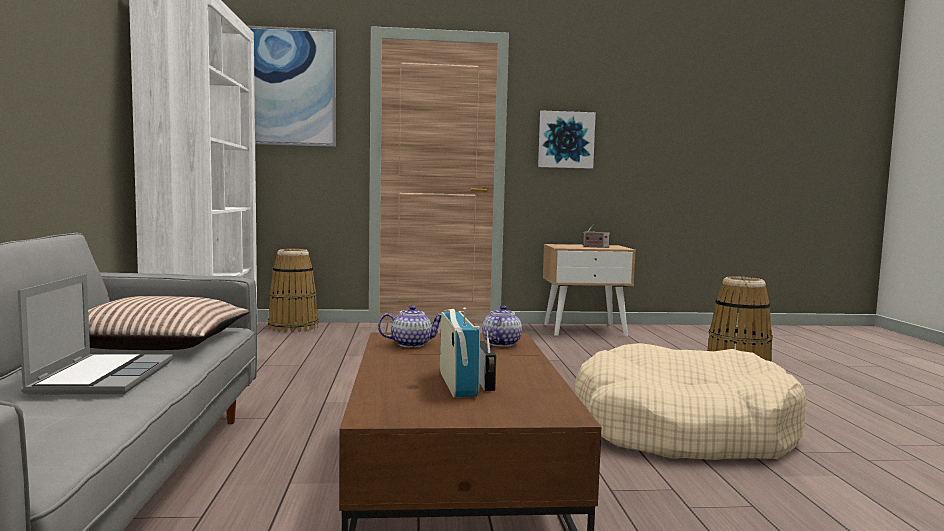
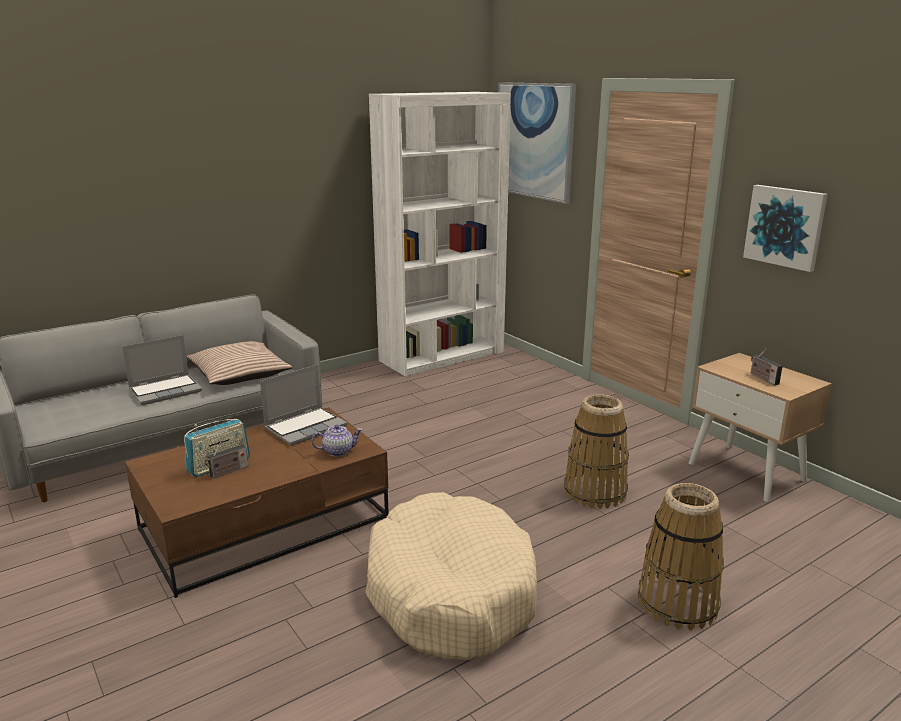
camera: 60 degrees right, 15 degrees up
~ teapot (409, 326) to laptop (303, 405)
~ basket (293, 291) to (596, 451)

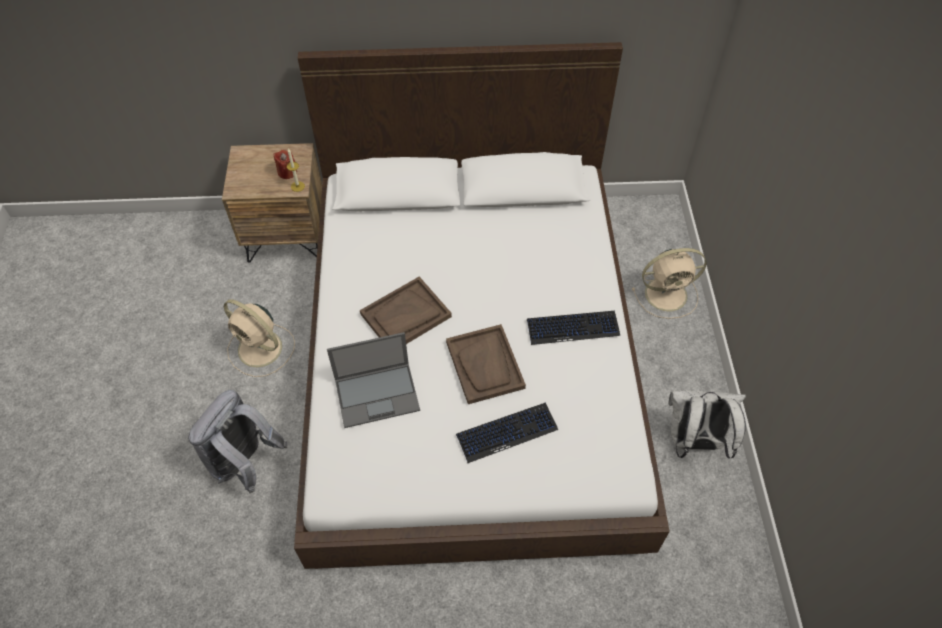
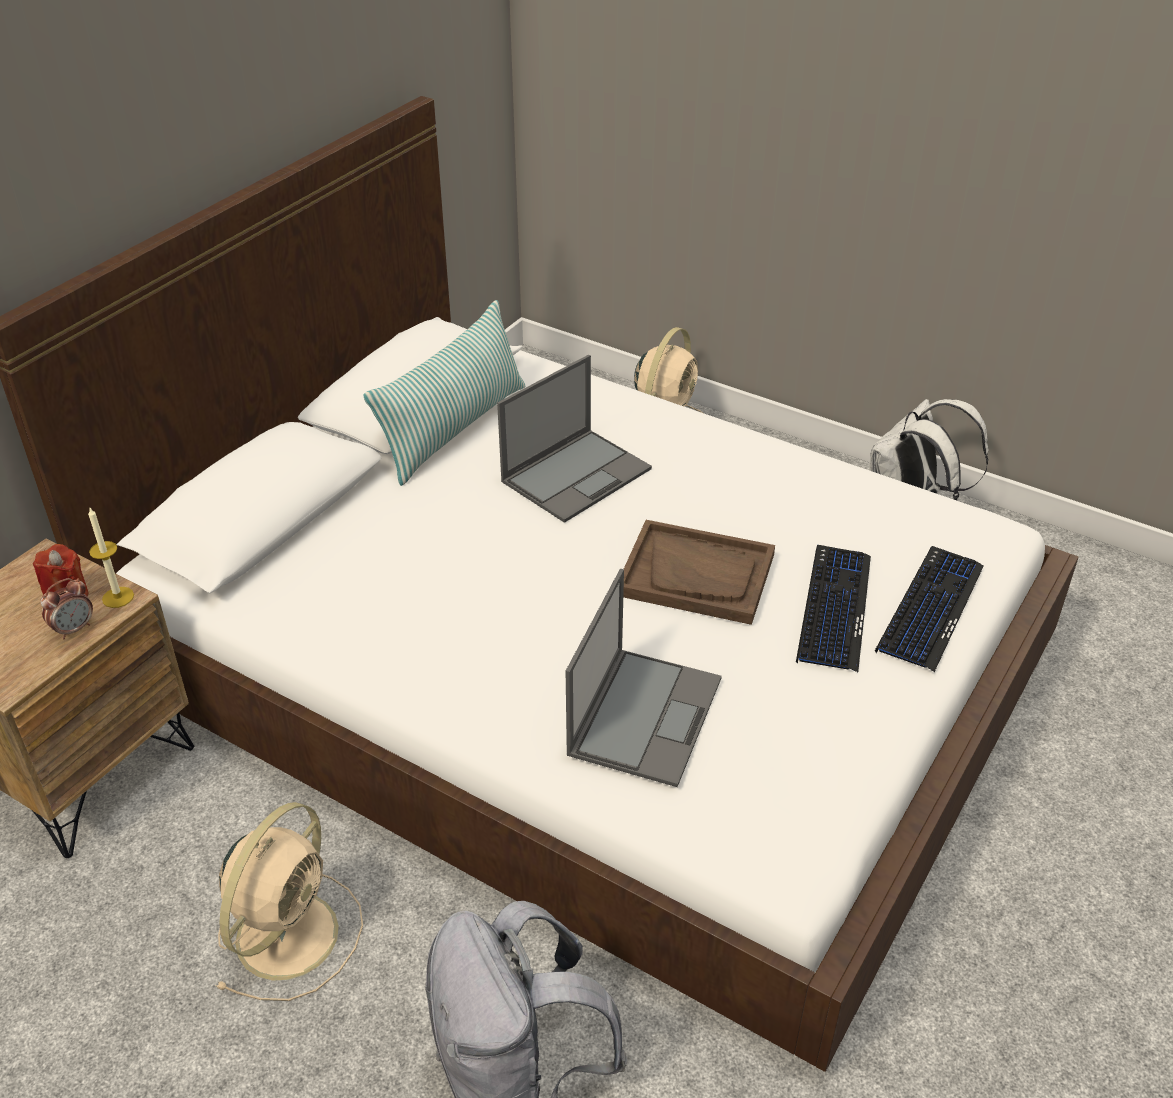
camera: 55 degrees left, 15 degrees down
+ alarm clock (66, 608)
~ beige fan (259, 338) = (289, 901) 45 degrees counterclockwise
+ pillow (444, 393)
+ laptop (574, 439)
~ keyboard (573, 328) to (929, 609)
- brown tray (406, 310)

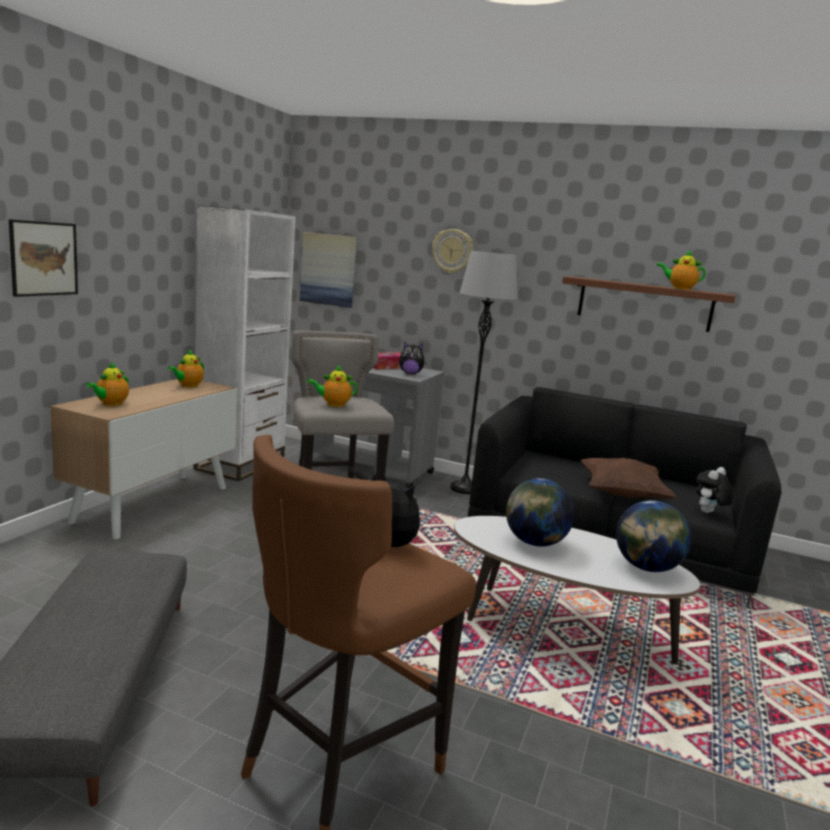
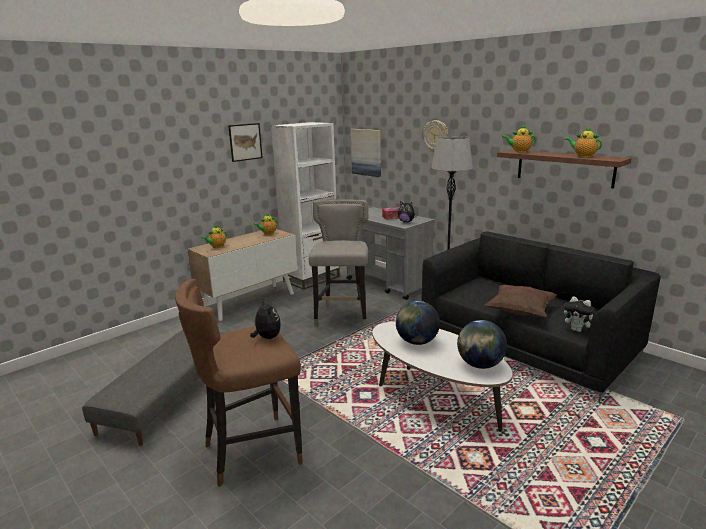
camera: 25 degrees right, 5 degrees up
~ picture (43, 258) to (245, 142)
~ teapot (332, 386) to (519, 138)
~ plush toy (714, 490) = (579, 314) 120 degrees counterclockwise

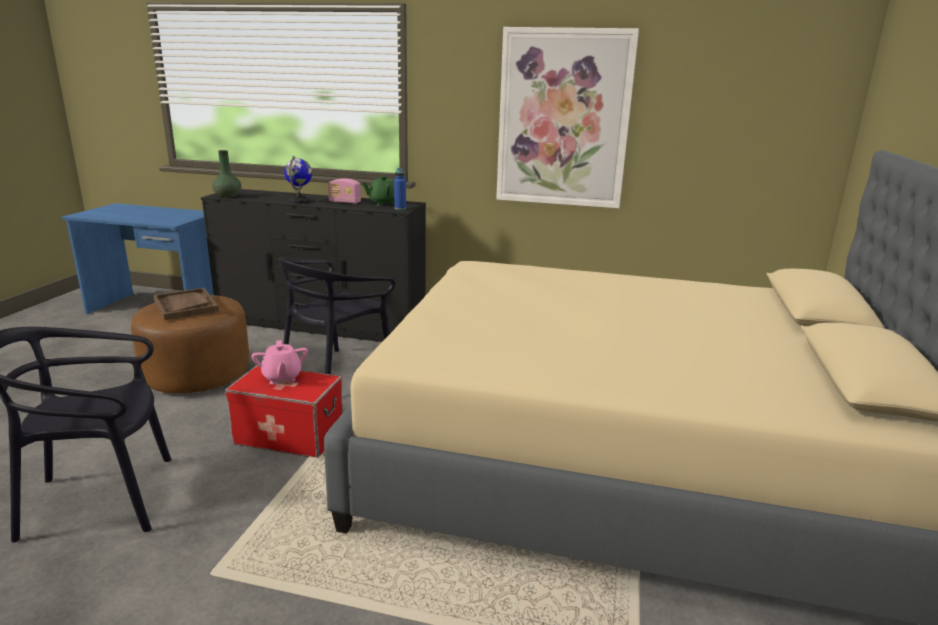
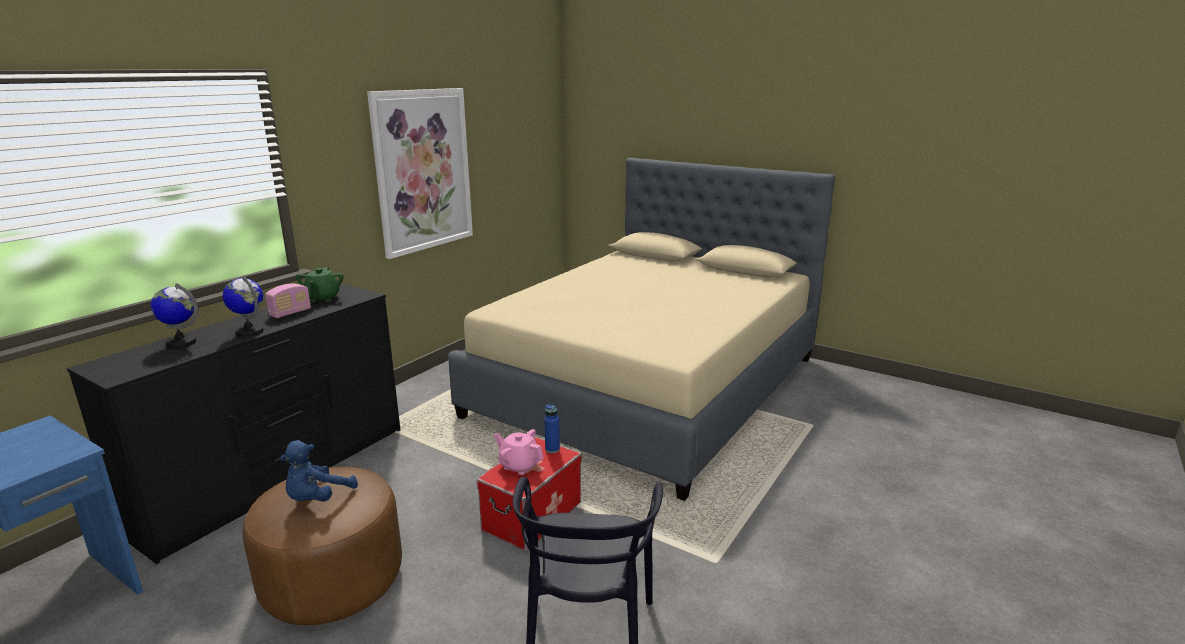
camera: 70 degrees left, 0 degrees up
+ globe (174, 316)
~ brown tray (186, 304) to blue plush toy (319, 471)
~ pink teapot (279, 362) = (519, 452) 150 degrees counterclockwise
~ blue bottle (400, 189) to (552, 429)
- green vase (227, 174)
- black chair (336, 316)

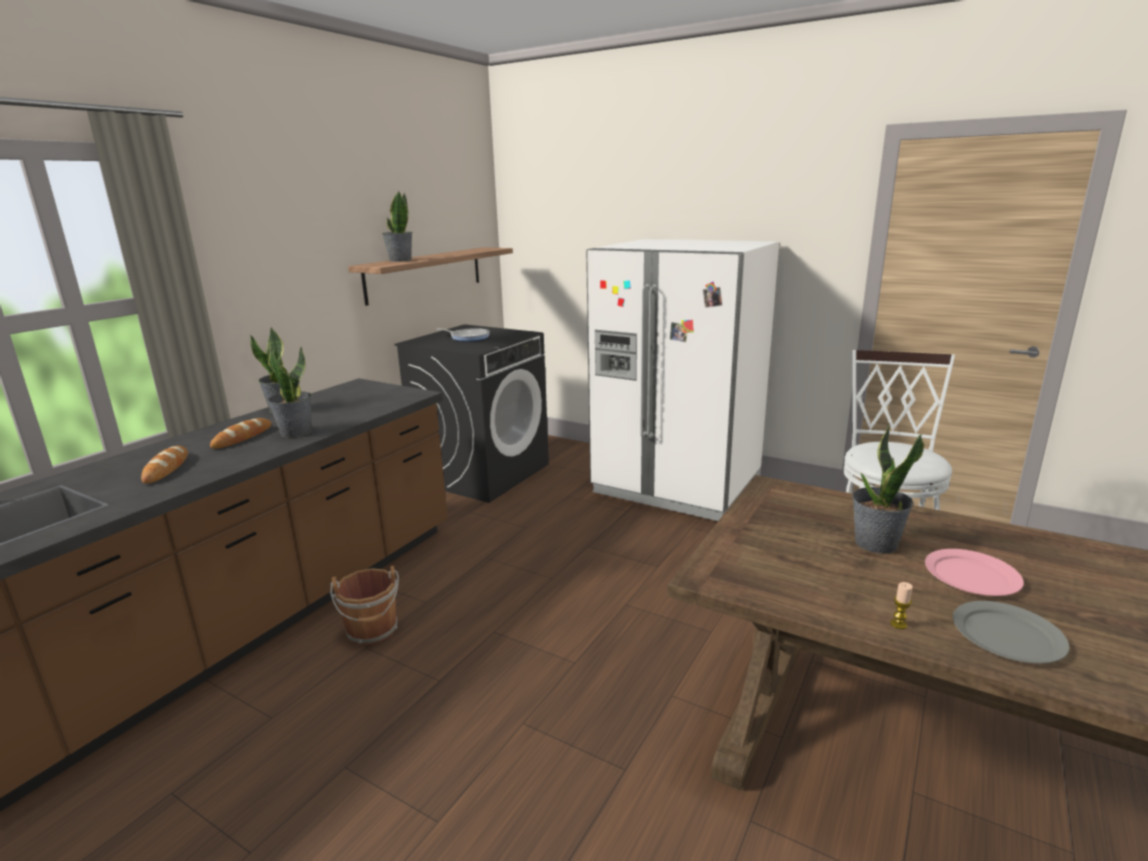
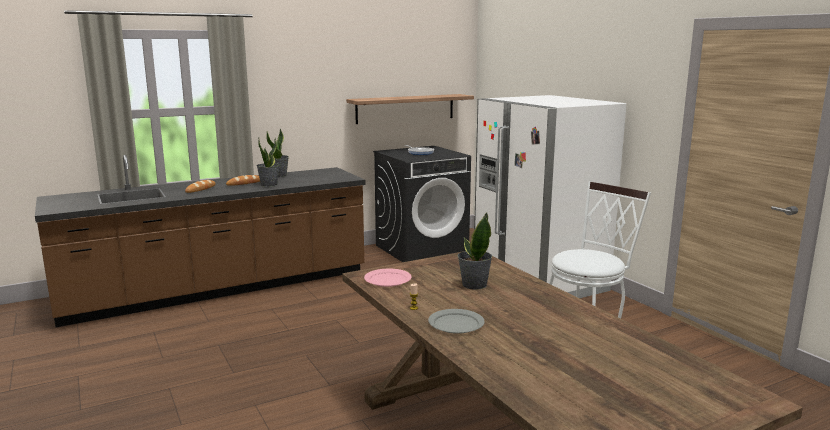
camera: 30 degrees right, 5 degrees down
~ pink plate (974, 572) to (388, 278)
- brown bucket (364, 605)
- potted plant (397, 226)

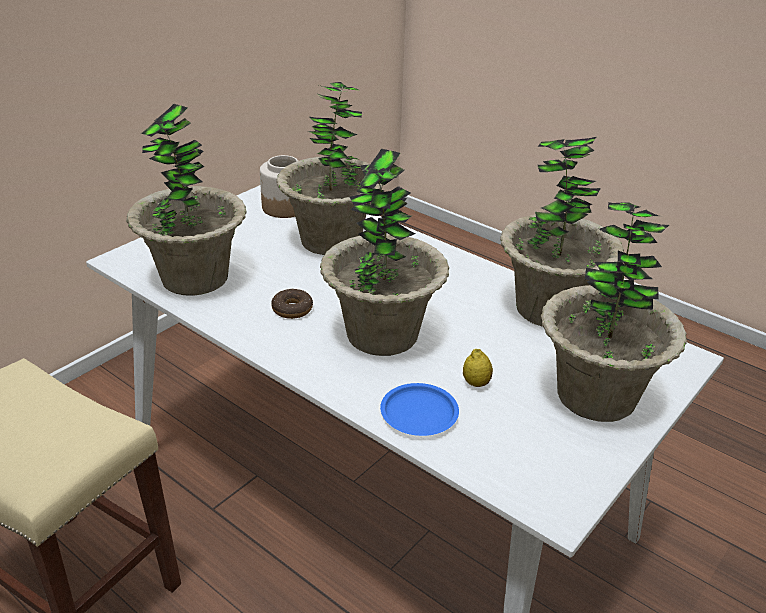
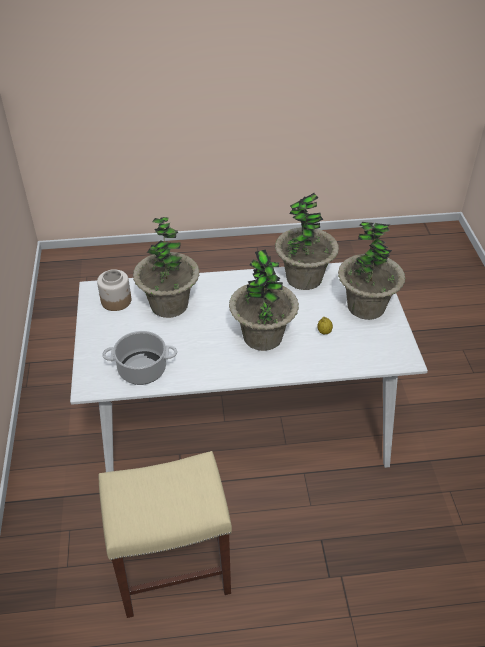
camera: 45 degrees left, 10 degrees up
~ potted plant (186, 200) to cooking pot (139, 358)
- donut (292, 303)
- blue plate (419, 409)

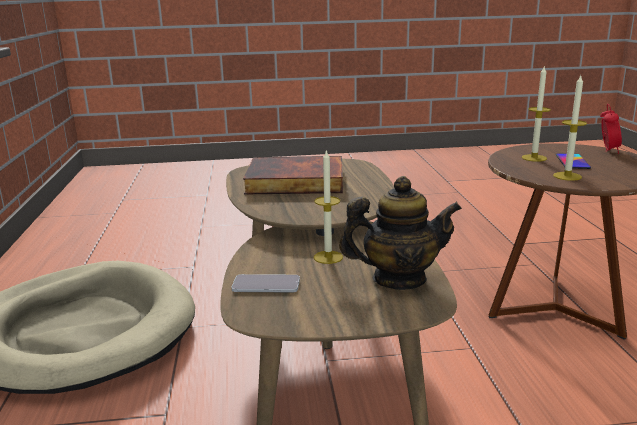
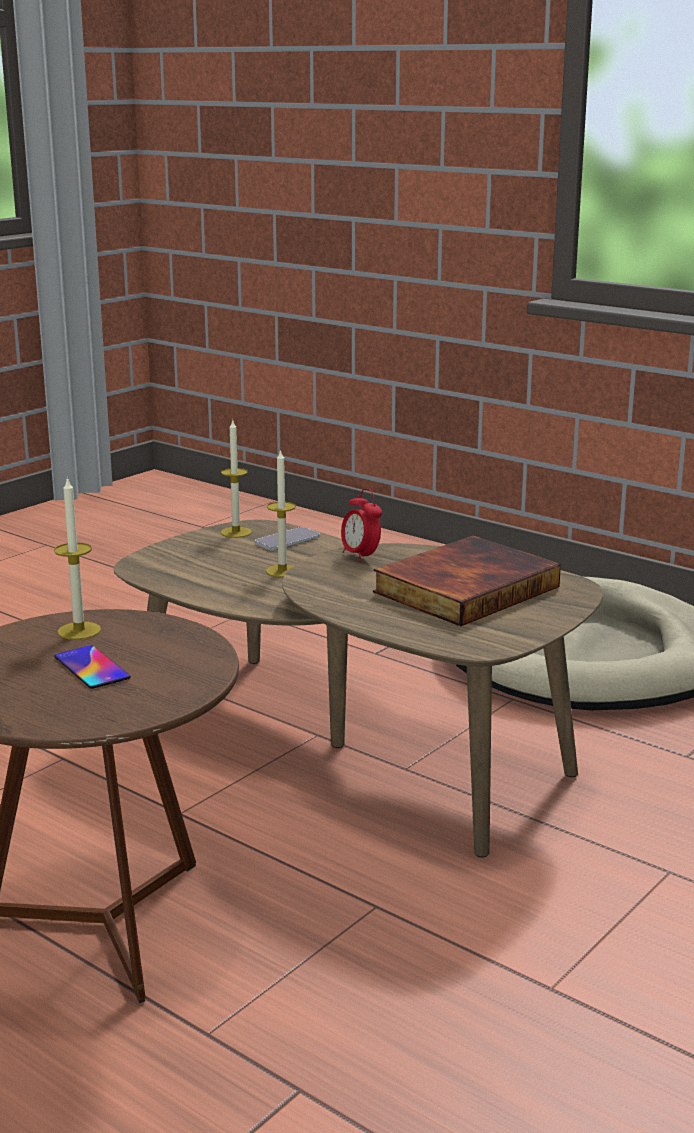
camera: 135 degrees right, 0 degrees up
~ candle (536, 114) to (236, 479)
~ alarm clock (611, 129) to (361, 525)
- teapot (400, 233)

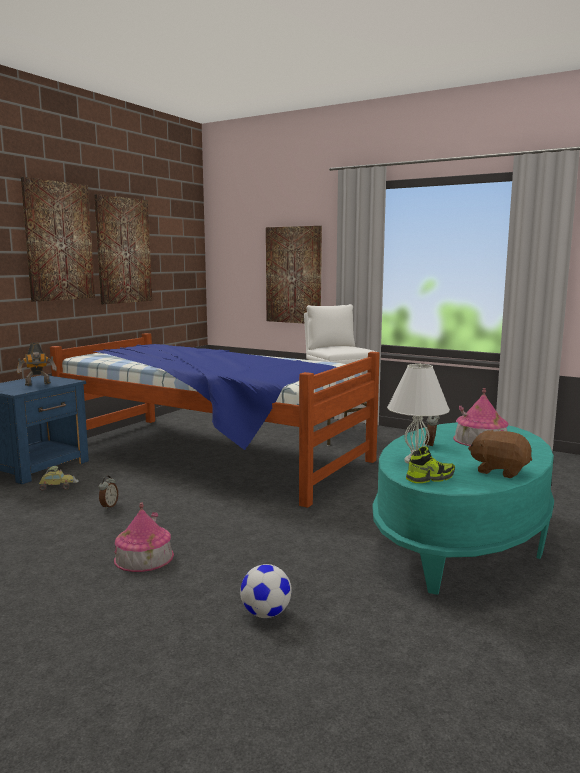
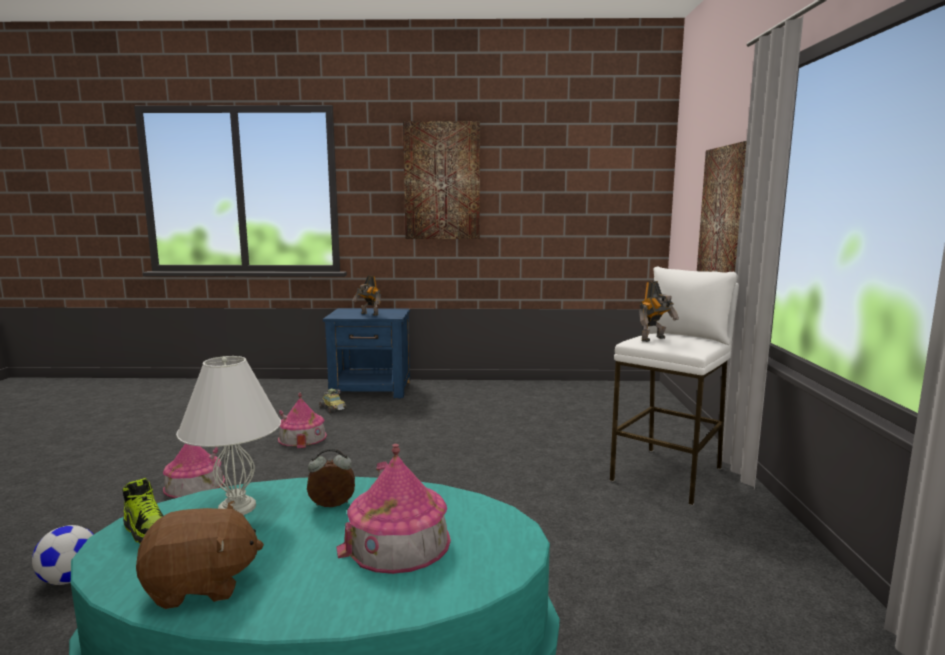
camera: 60 degrees right, 0 degrees up
~ brown plush toy (500, 454) = (200, 555) 75 degrees clockwise
~ alarm clock (108, 493) to toy house (302, 420)
+ toy robot (659, 311)
- bed (215, 420)
- picture (123, 249)

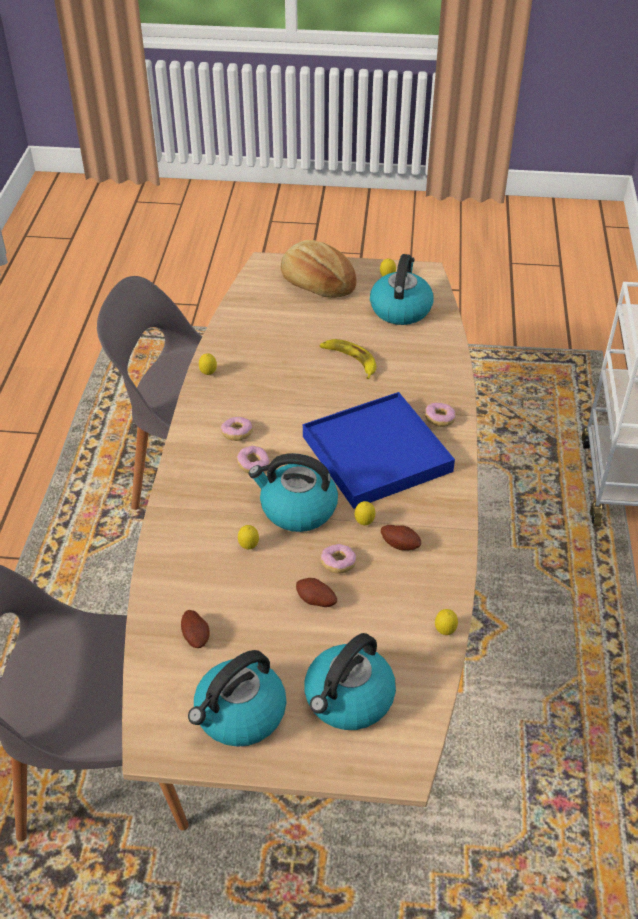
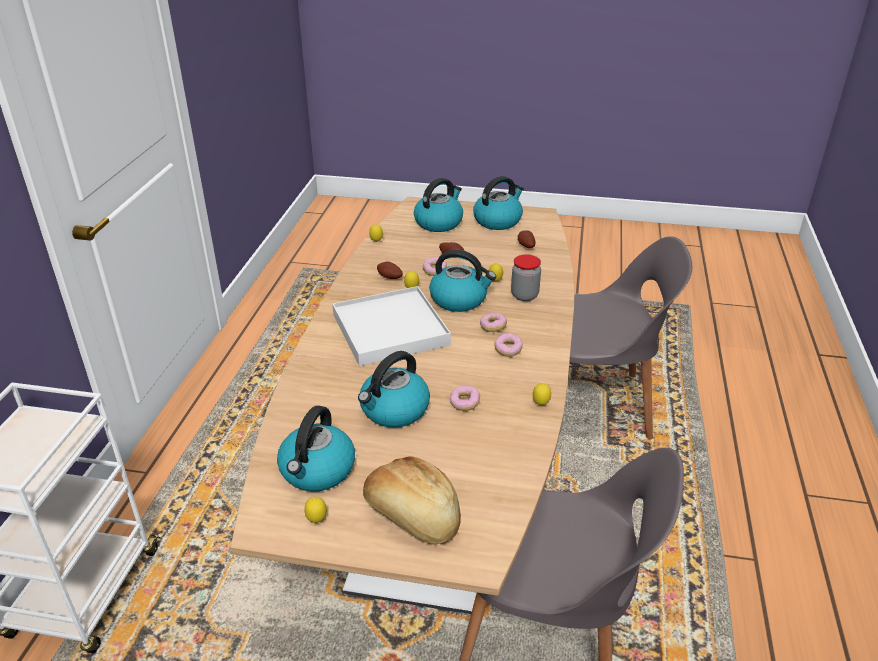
camera: 175 degrees left, 10 degrees down
~ blue tray (379, 450) to white tray (391, 326)
~ banana (348, 359) to kettle (394, 389)
~ donut (440, 415) to (465, 398)
+ jar (526, 277)

